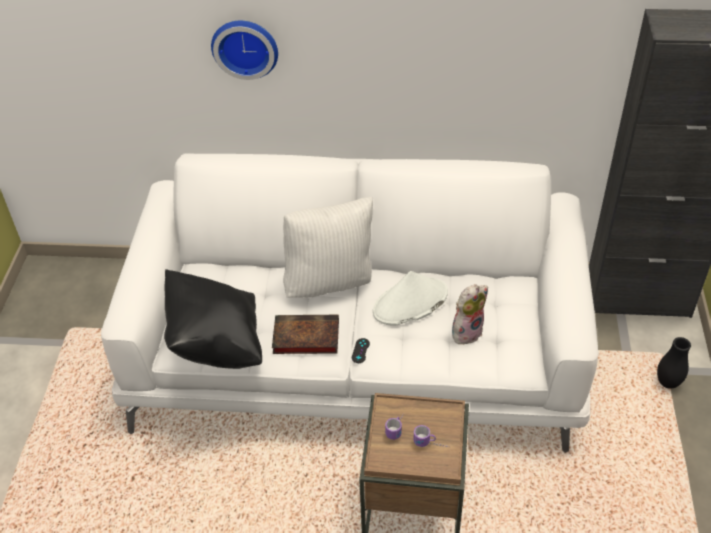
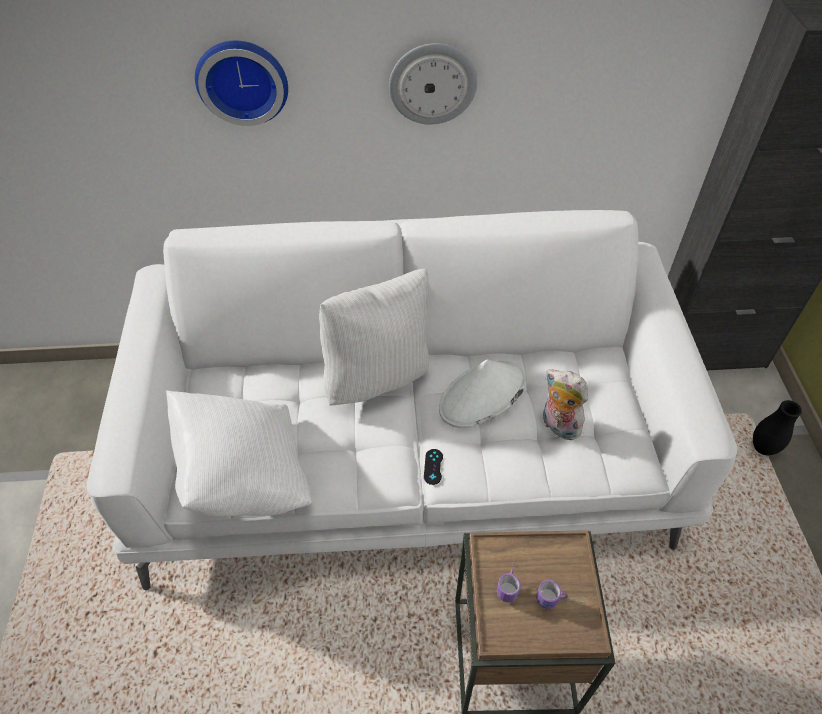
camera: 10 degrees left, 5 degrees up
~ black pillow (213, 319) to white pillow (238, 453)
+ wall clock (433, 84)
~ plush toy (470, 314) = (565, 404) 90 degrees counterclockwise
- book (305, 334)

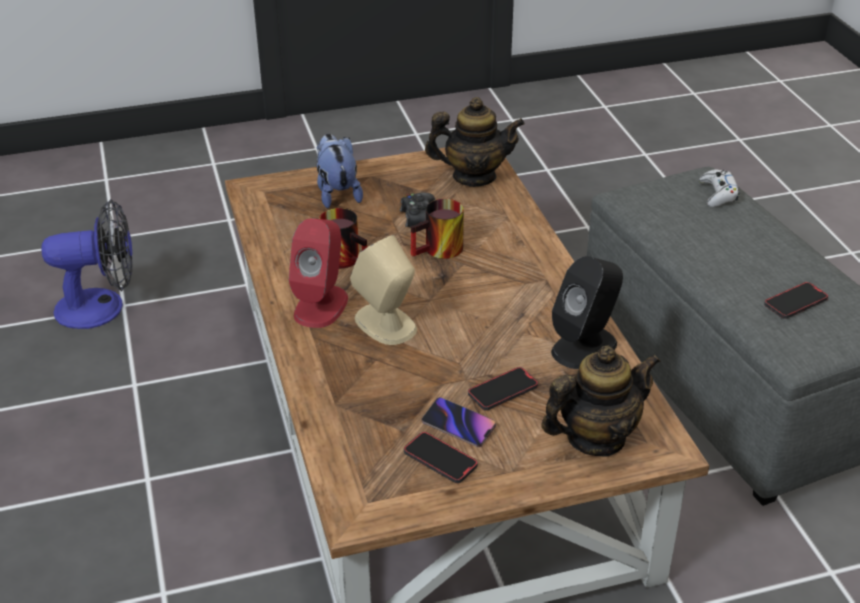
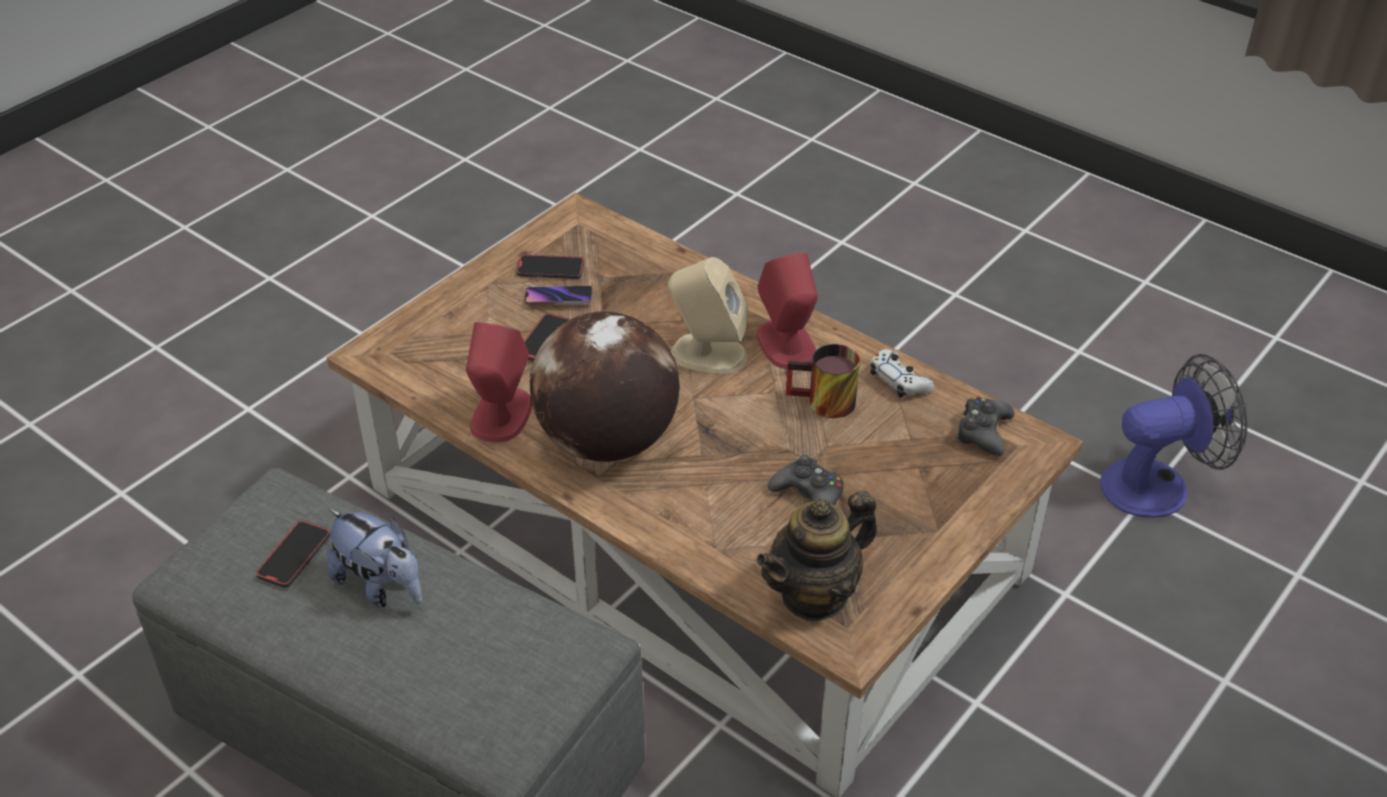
camera: 145 degrees right, 5 degrees up
~ plush toy (339, 171) to (374, 558)
~ black speaker (587, 312) to red speaker (499, 382)
+ globe (604, 386)
~ white game controller (719, 188) to (902, 373)
+ black game controller (985, 426)
~ fan (87, 264) = (1173, 436) 150 degrees counterclockwise
- mug (437, 229)
- teapot (601, 401)

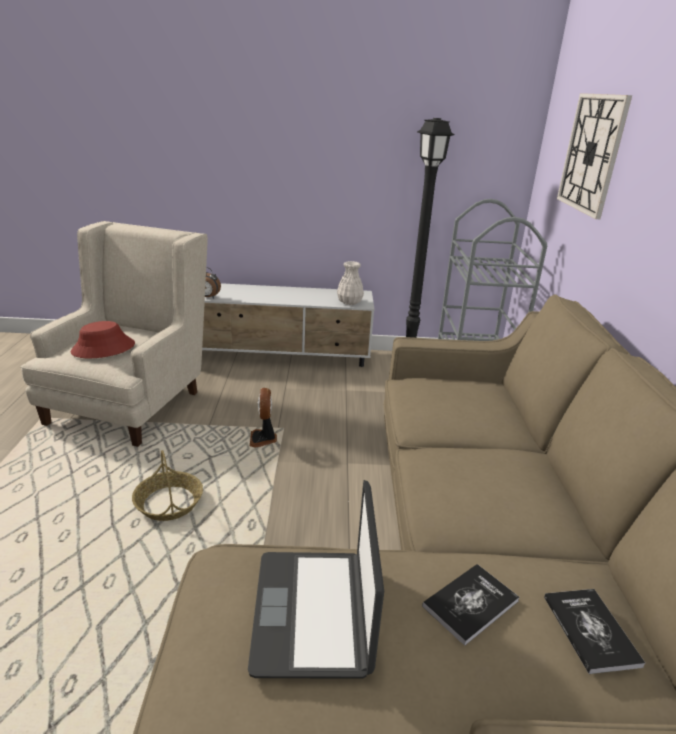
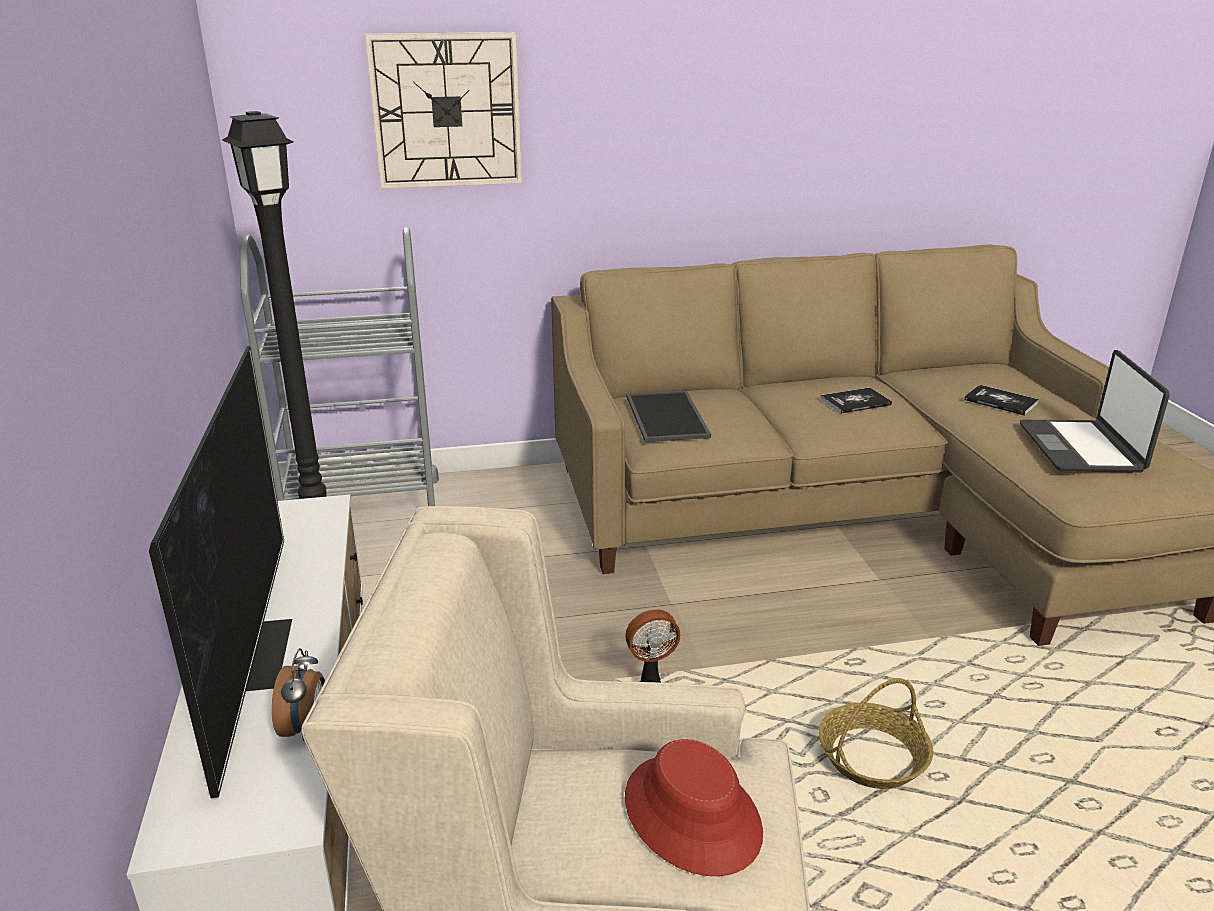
camera: 100 degrees left, 0 degrees up
+ television (220, 572)
+ tray (669, 416)
~ book (594, 631) to (856, 401)
~ laptop (316, 579) = (1094, 411) 105 degrees clockwise
- white vase (350, 283)

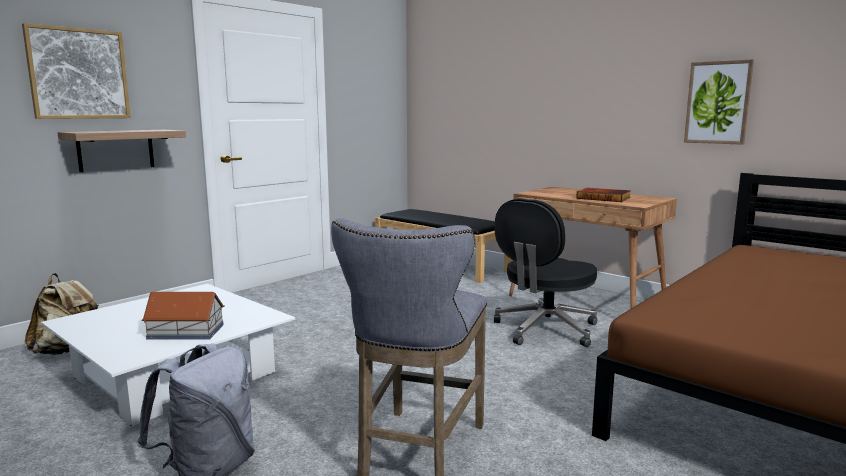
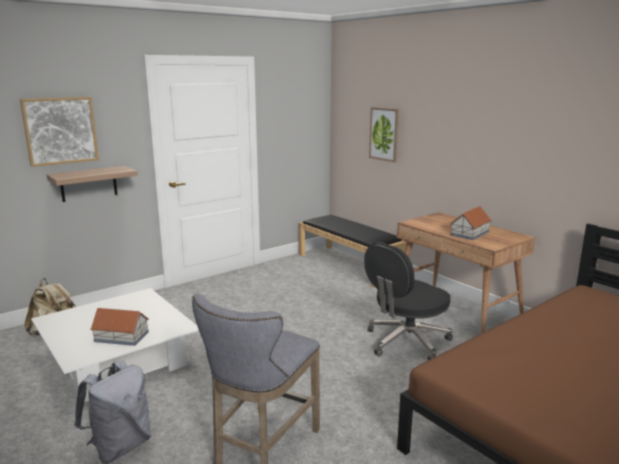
camera: 10 degrees right, 5 degrees up
~ picture (719, 102) to (384, 134)
~ book (603, 194) to toy house (471, 223)

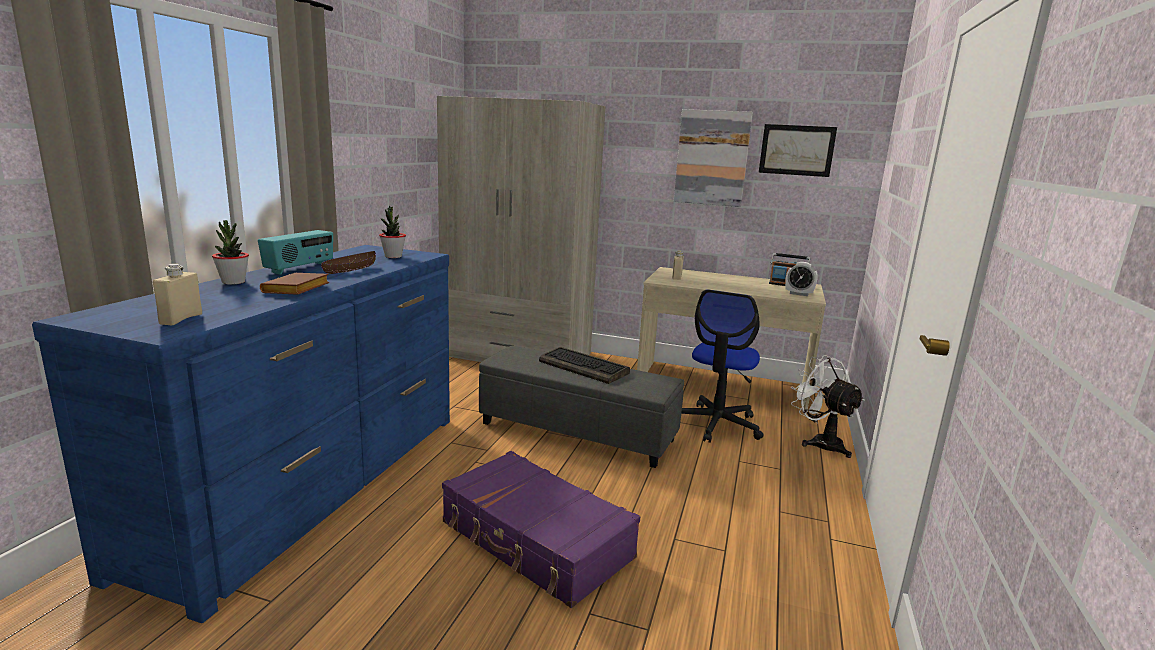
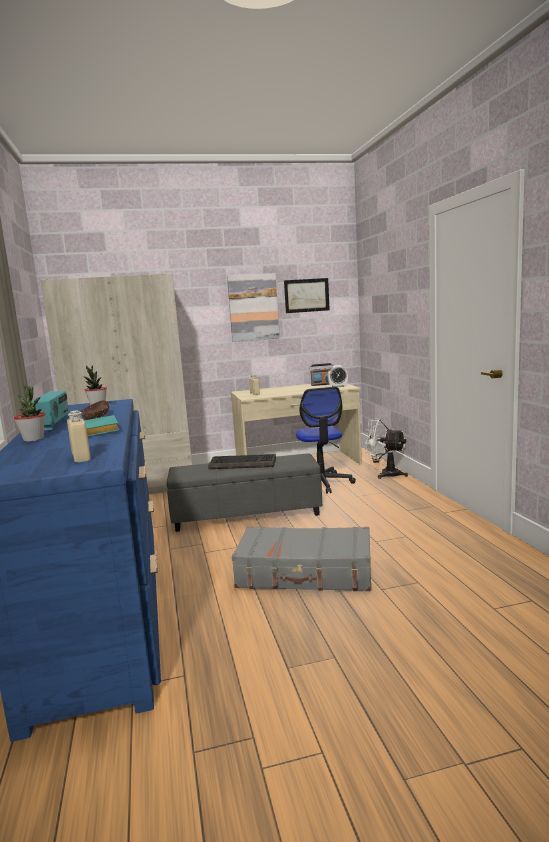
camera: 30 degrees left, 5 degrees down
~ brown book (294, 284) to turquoise book (101, 425)
~ purple suitcase (541, 529) to grey suitcase (301, 558)

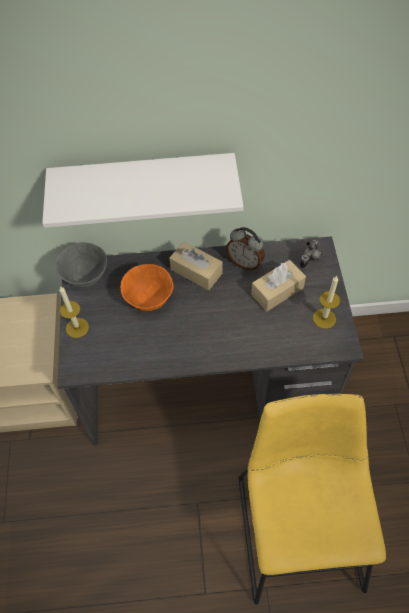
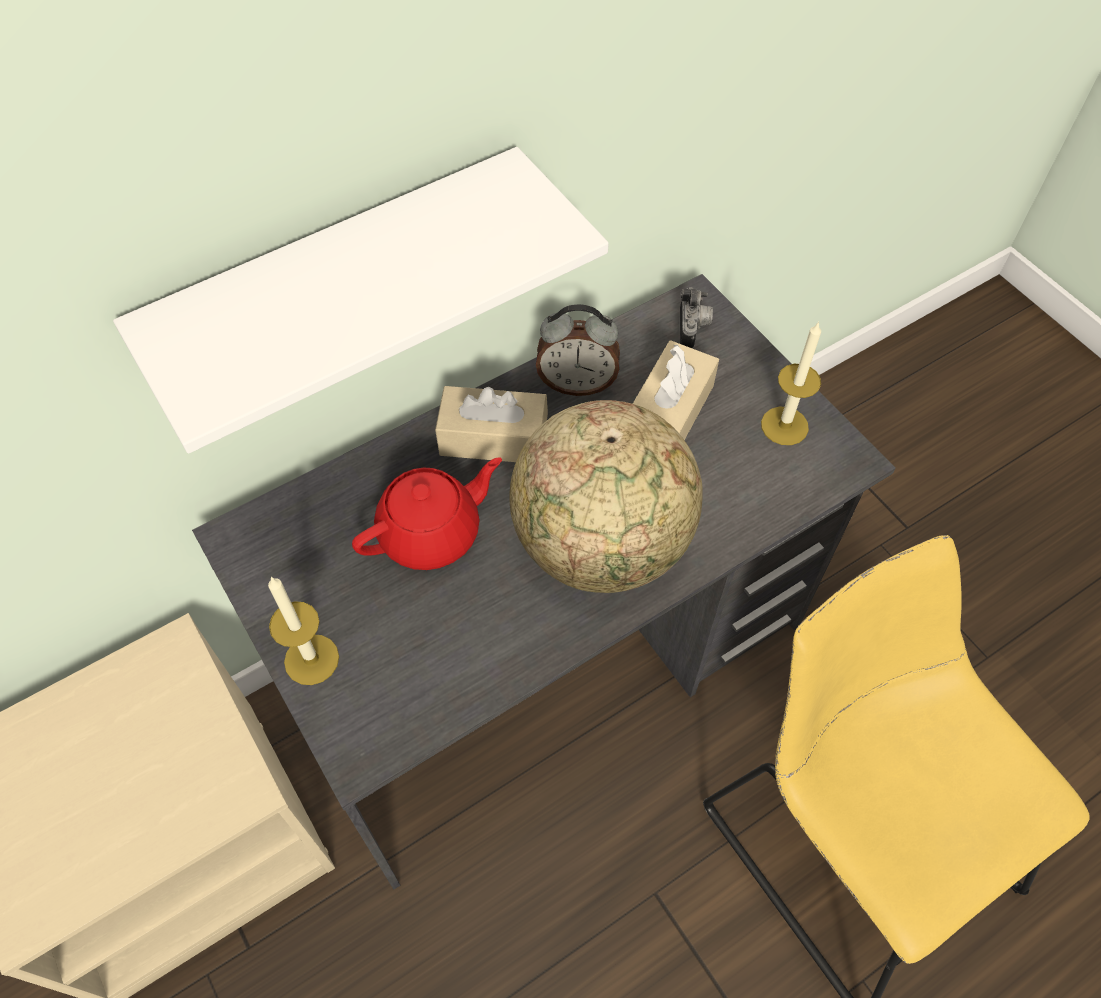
camera: 30 degrees left, 0 degrees up
~ orange bowl (147, 287) to red teapot (427, 513)
+ globe (606, 496)
- grey bowl (81, 264)

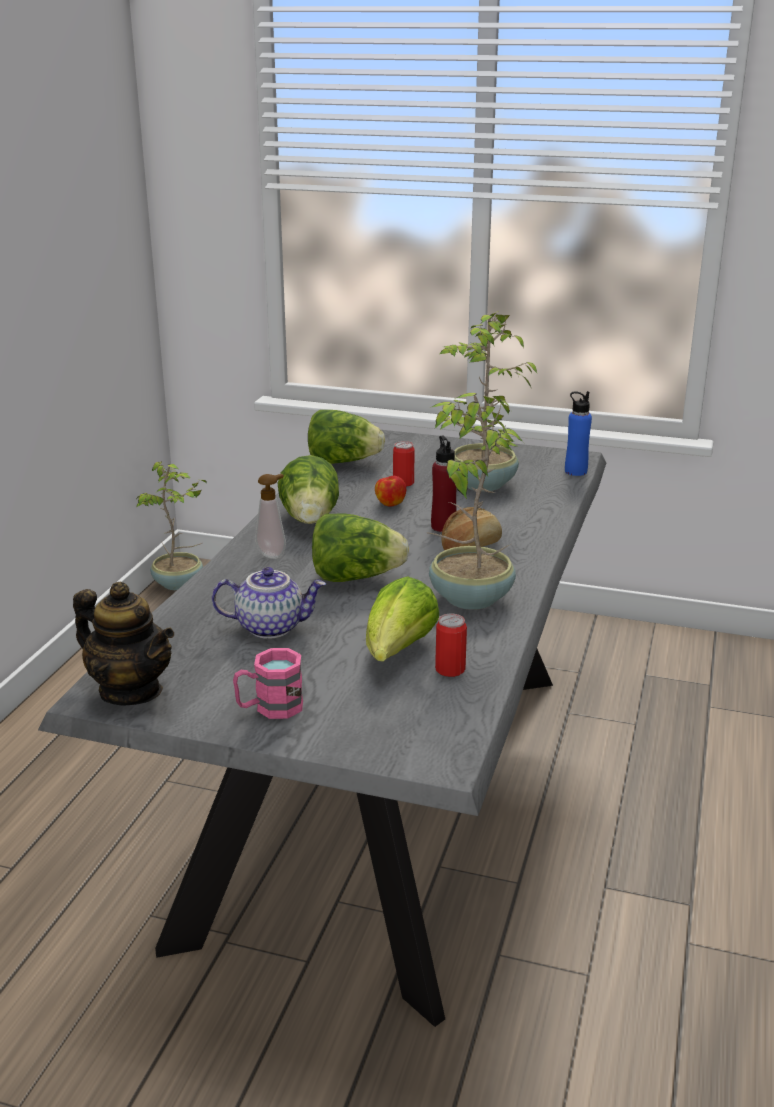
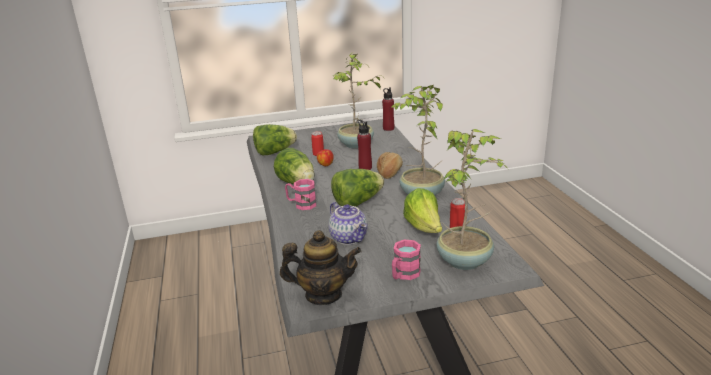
camera: 30 degrees left, 0 degrees up
~ soap dispenser (270, 516) to pink mug (300, 194)
~ teapot (269, 603) = (348, 223) 90 degrees clockwise
~ blue bottle (578, 433) to red bottle (388, 109)
~ potted plant (172, 525) to (472, 199)

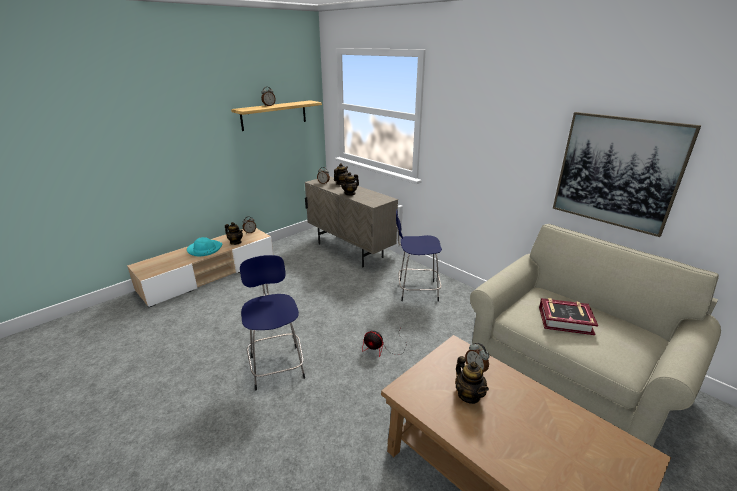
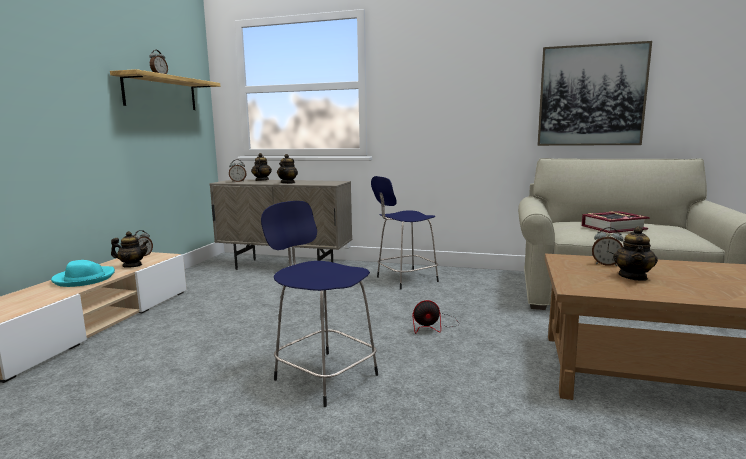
camera: 30 degrees left, 15 degrees down
~ teapot (472, 380) = (635, 253) 75 degrees clockwise

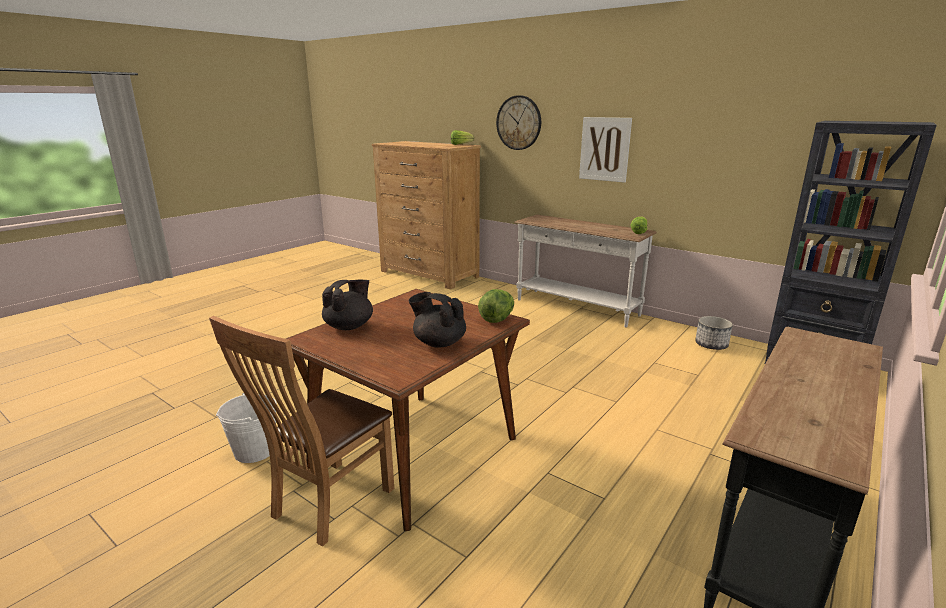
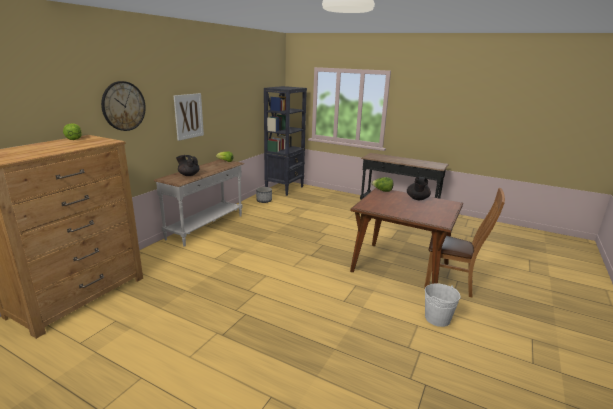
camera: 100 degrees left, 0 degrees up
~ black teapot (347, 305) to (188, 165)

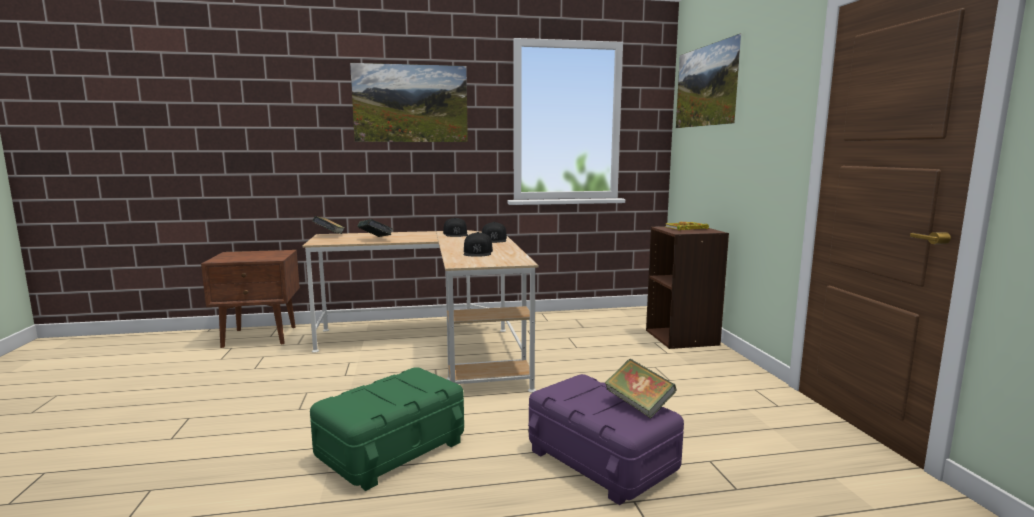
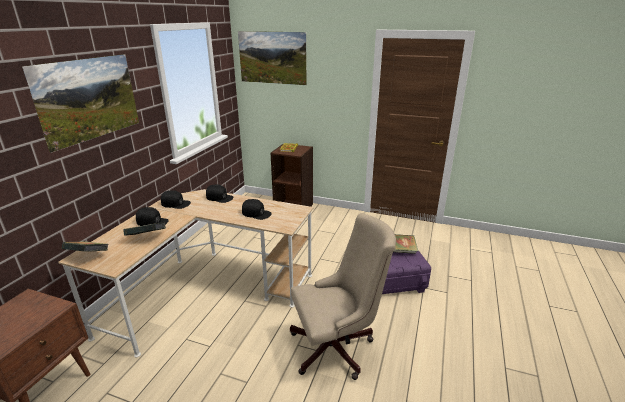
camera: 60 degrees left, 15 degrees up
+ black cap (152, 216)
~ green storage box (387, 429) to beige office chair (343, 296)

